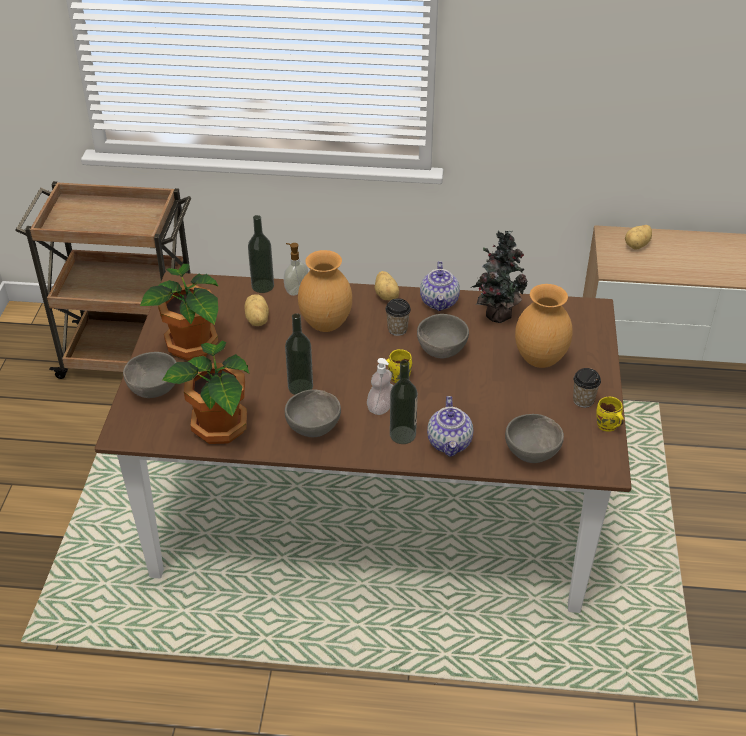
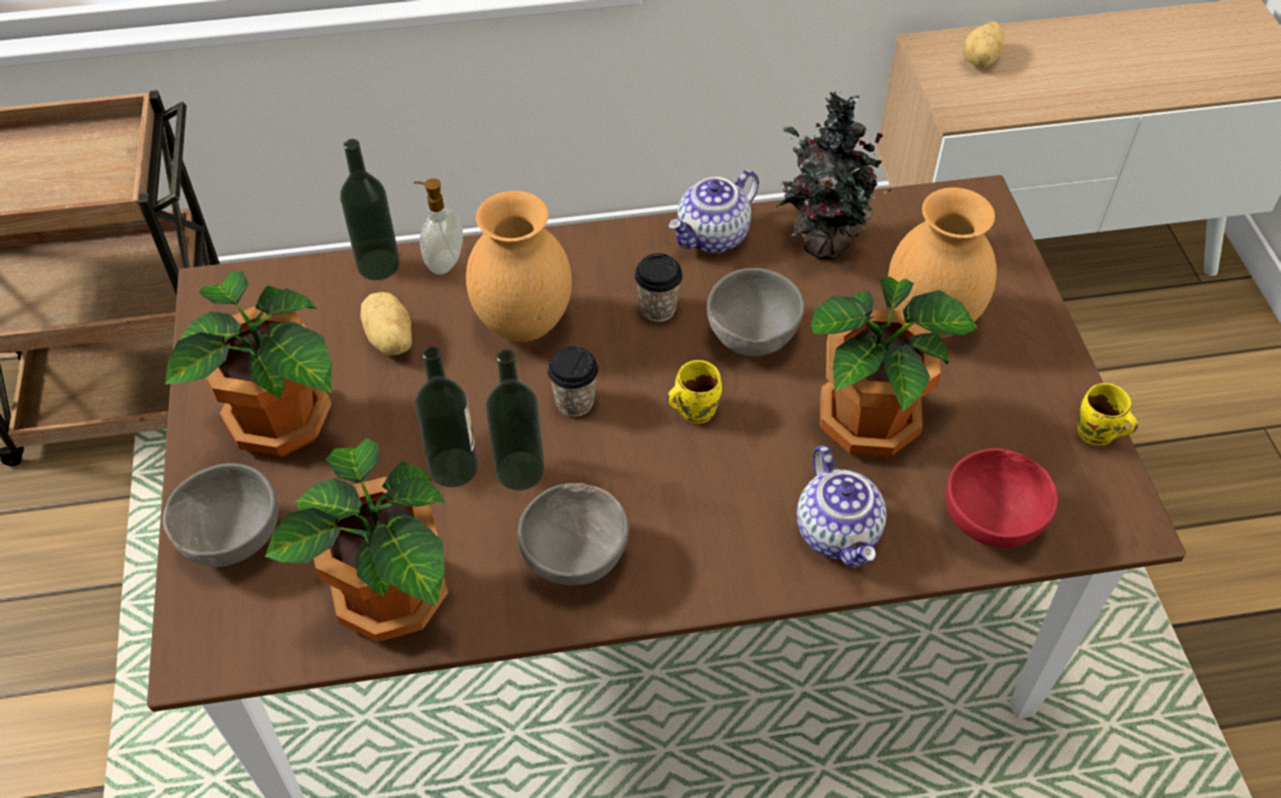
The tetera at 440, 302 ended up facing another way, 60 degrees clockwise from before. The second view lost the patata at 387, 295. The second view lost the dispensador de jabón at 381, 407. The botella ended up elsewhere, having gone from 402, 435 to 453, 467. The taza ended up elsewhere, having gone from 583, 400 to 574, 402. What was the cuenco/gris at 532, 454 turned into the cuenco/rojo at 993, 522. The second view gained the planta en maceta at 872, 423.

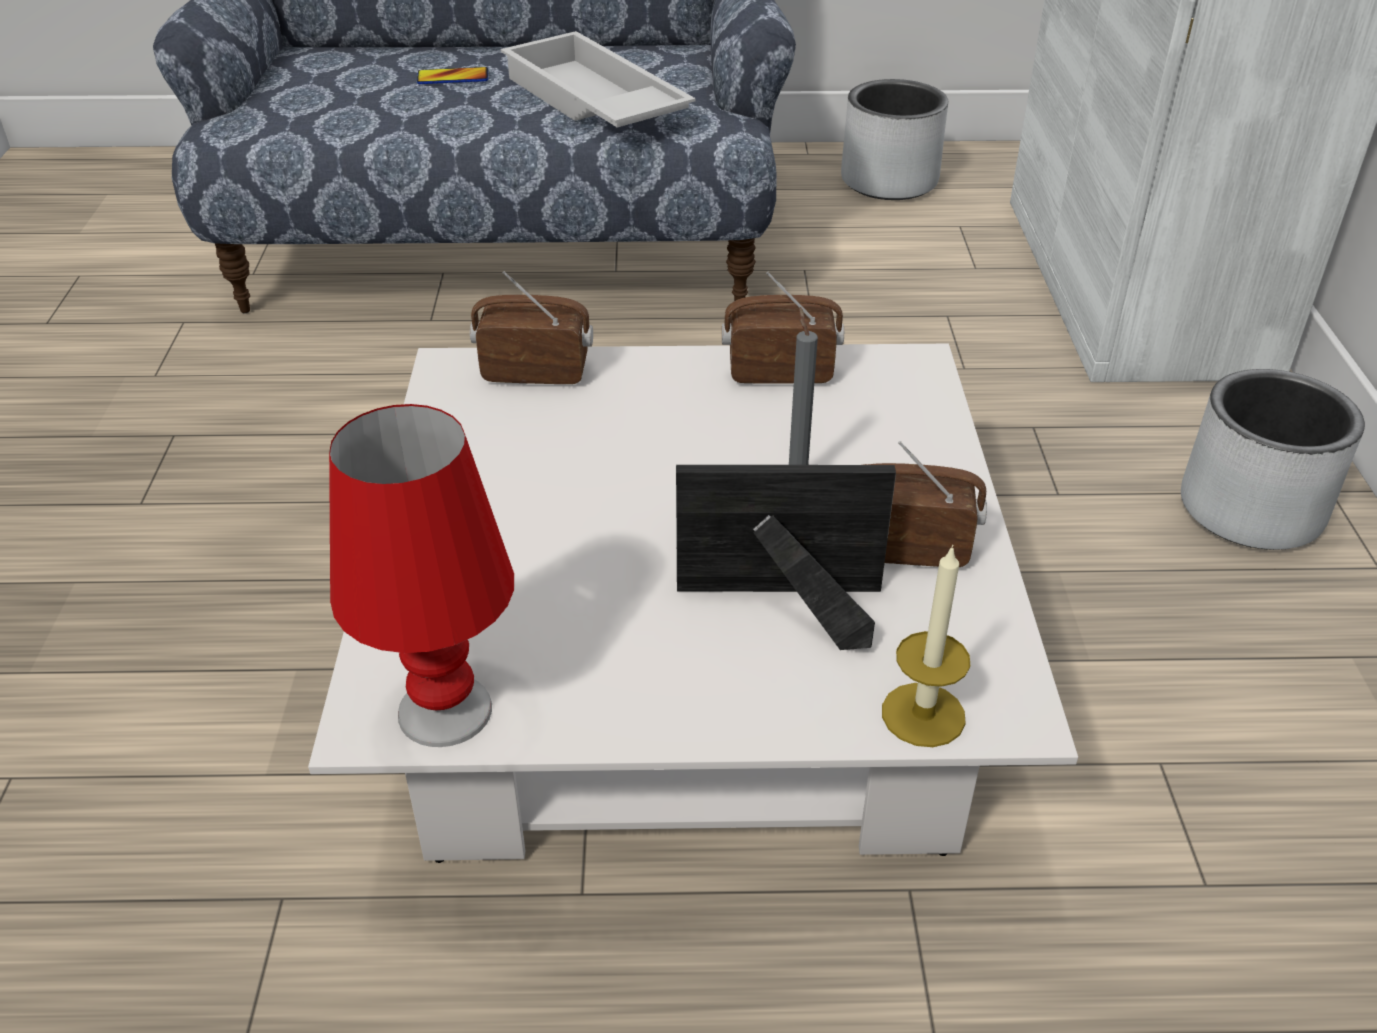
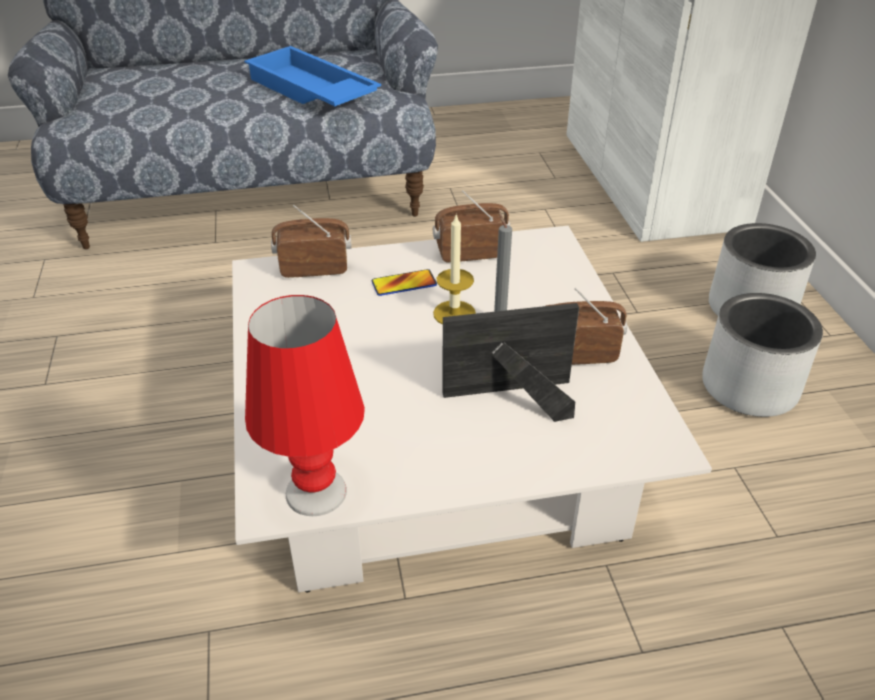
What was the bandeja/blanco at 591, 102 turned into the bandeja/azul at 309, 91. The móvil ended up elsewhere, having gone from 453, 77 to 404, 284. The maceta/gris ended up elsewhere, having gone from 890, 181 to 749, 387. The vela ended up elsewhere, having gone from 923, 715 to 454, 313.

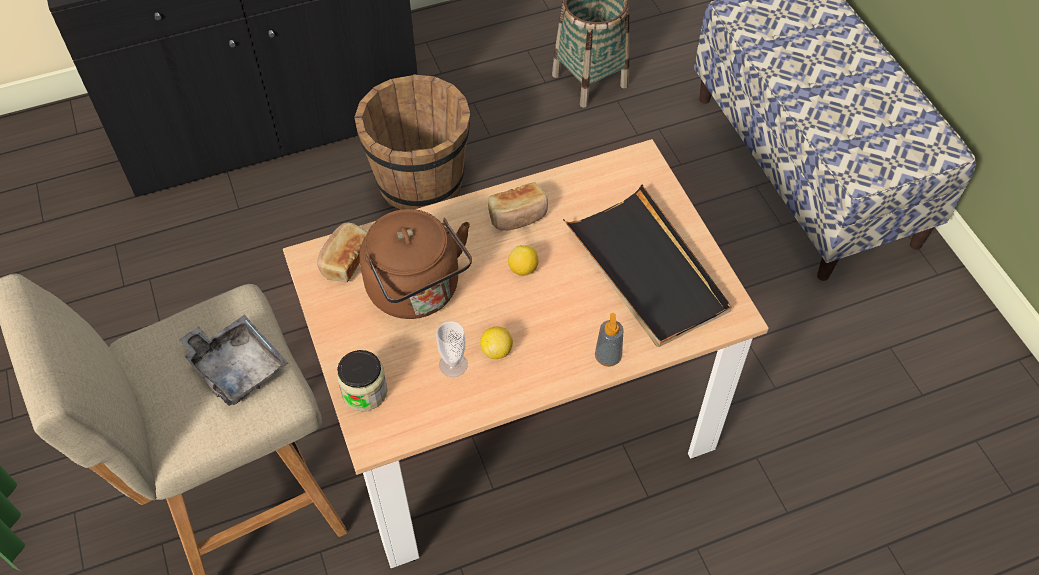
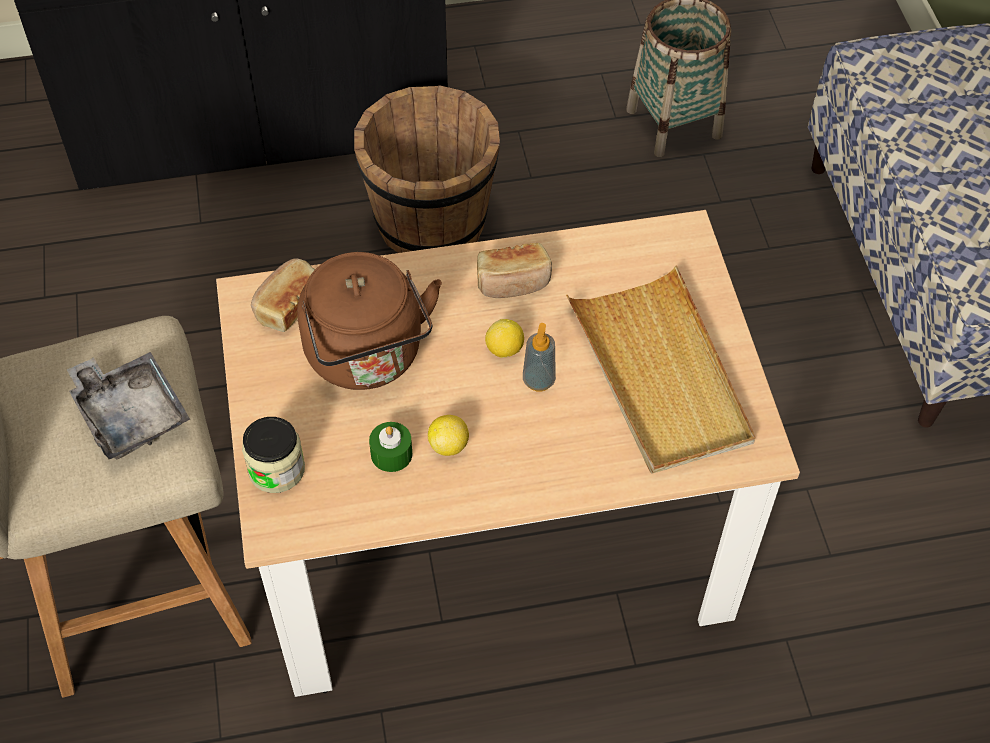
What was the bandeja/negro at 646, 270 turned into the bandeja/beis at 659, 374. The dispensador de jabón ended up elsewhere, having gone from 608, 357 to 538, 380. Where the taza stood at 453, 364, the vela/verde came to stand at 391, 454.

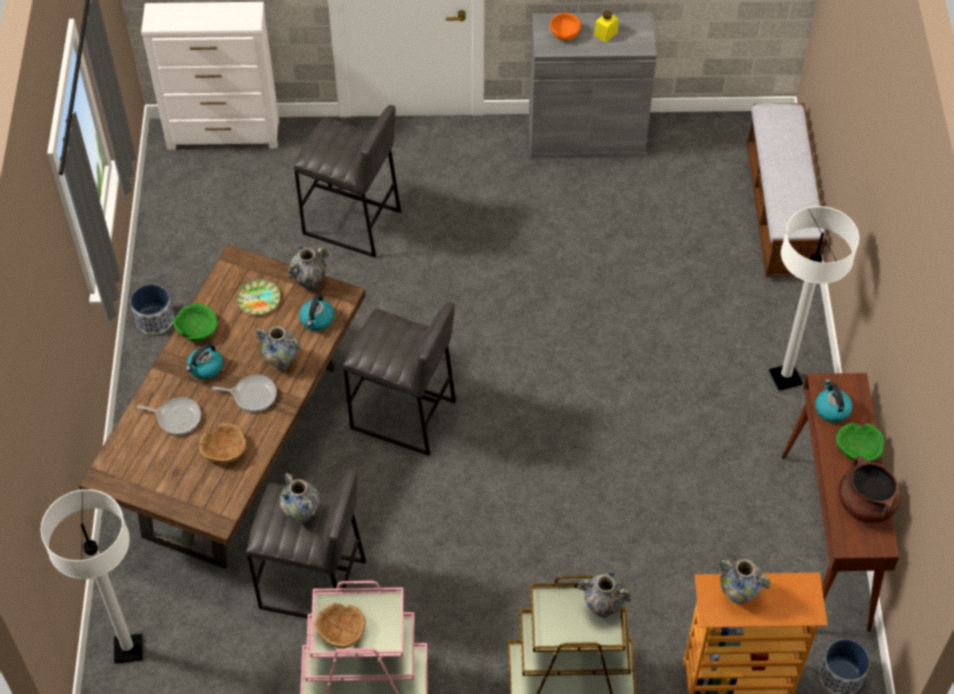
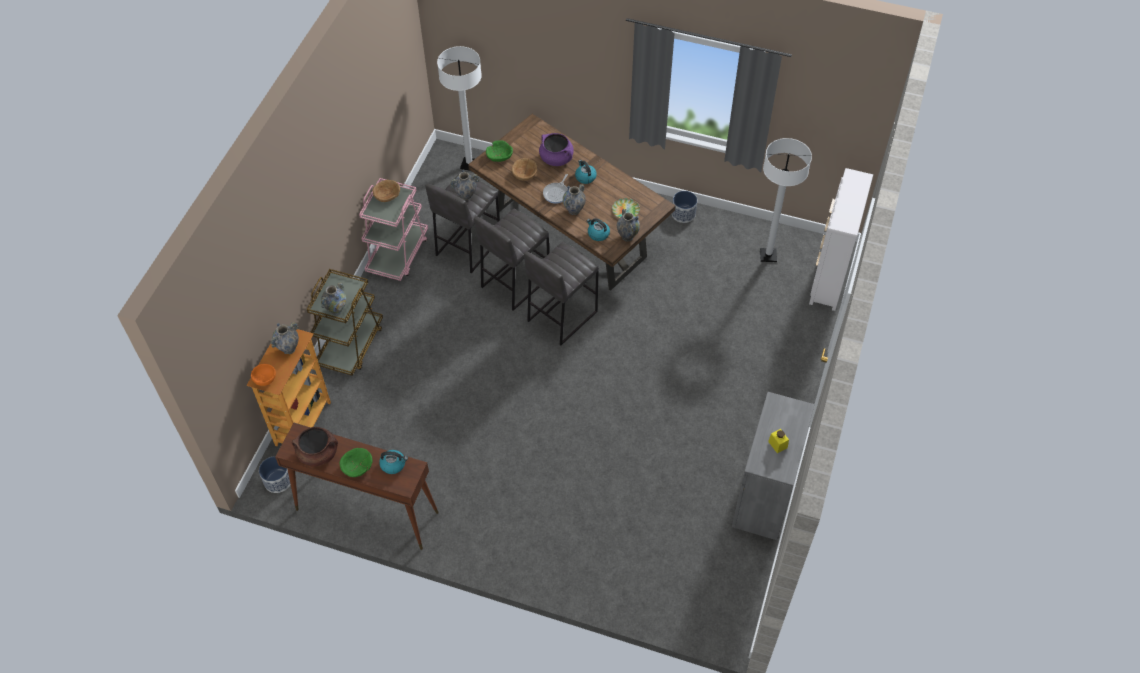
The cuenco/naranja ended up elsewhere, having gone from 565, 34 to 265, 380. The second view lost the banco at 780, 211. The taburete/gris ended up elsewhere, having gone from 352, 223 to 514, 282. The lámpara de pie/blanco ended up elsewhere, having gone from 785, 378 to 768, 255. The cuenco/verde ended up elsewhere, having gone from 197, 329 to 500, 156. Where the sartén stood at 177, 417, the olla/morado came to stand at 556, 159.

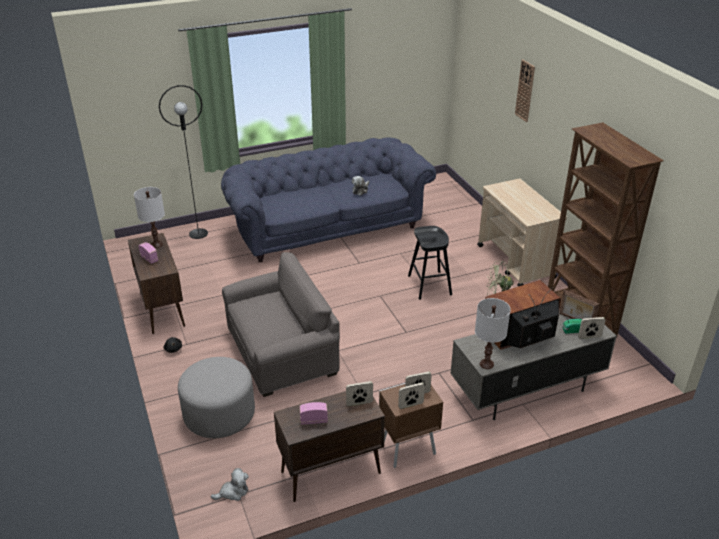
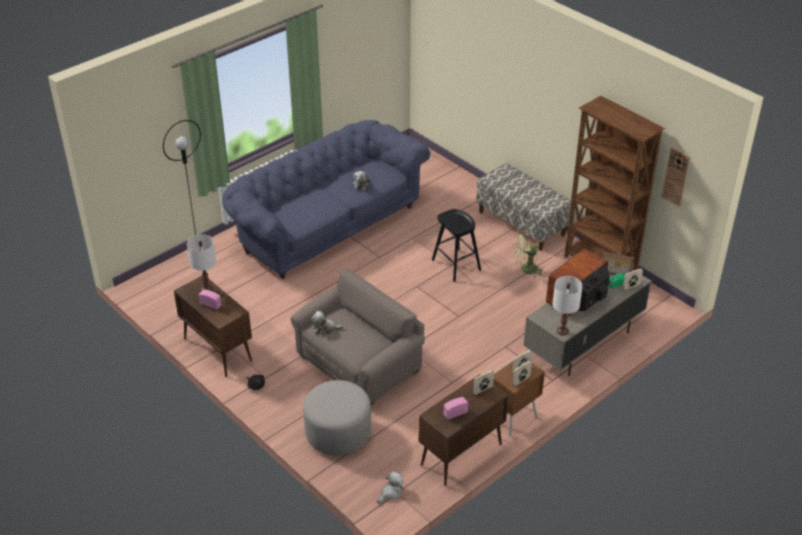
The reloj de pared ended up elsewhere, having gone from 525, 91 to 676, 176. Where the carrito/beis stood at 515, 262, the banco came to stand at 522, 223. The second view gained the peluche at 325, 329.

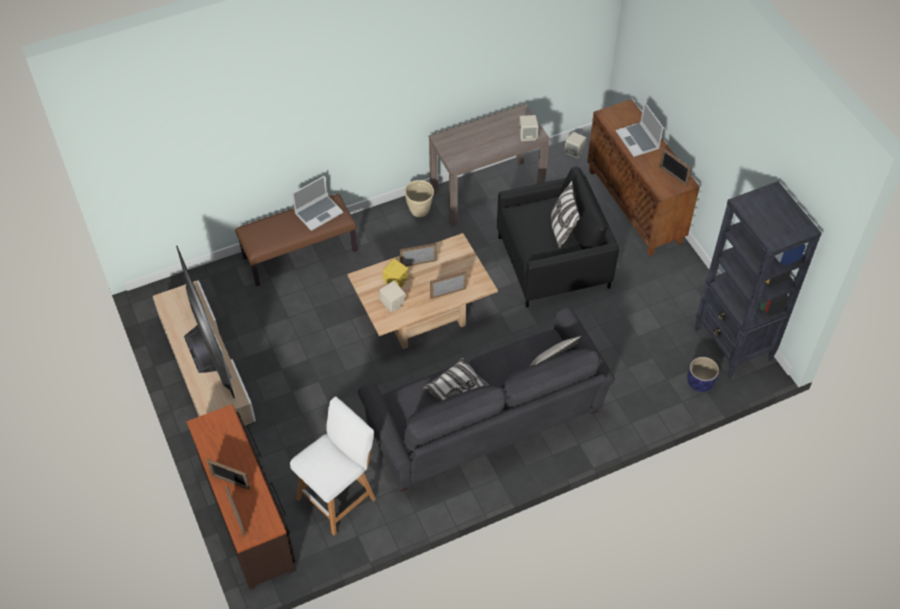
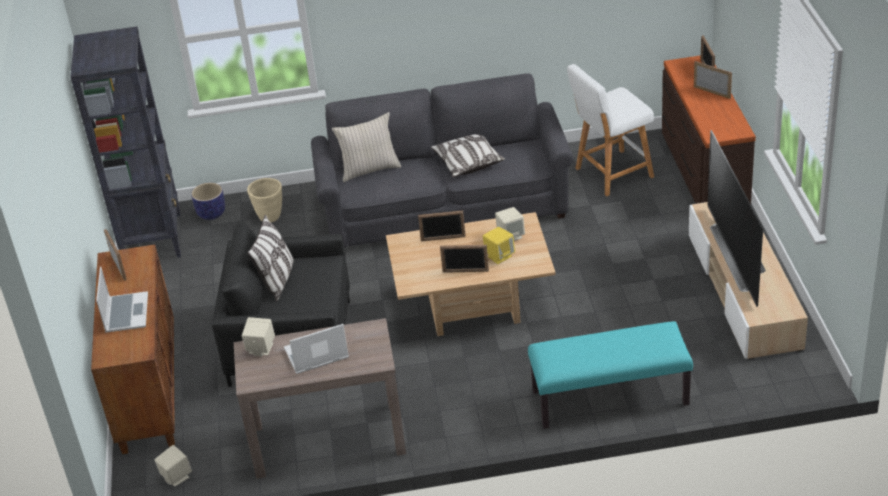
The portátil ended up elsewhere, having gone from 319, 212 to 316, 355. The maceta/beis ended up elsewhere, having gone from 419, 211 to 270, 217. What was the banco/marrón at 300, 253 turned into the banco/turquesa at 609, 399.

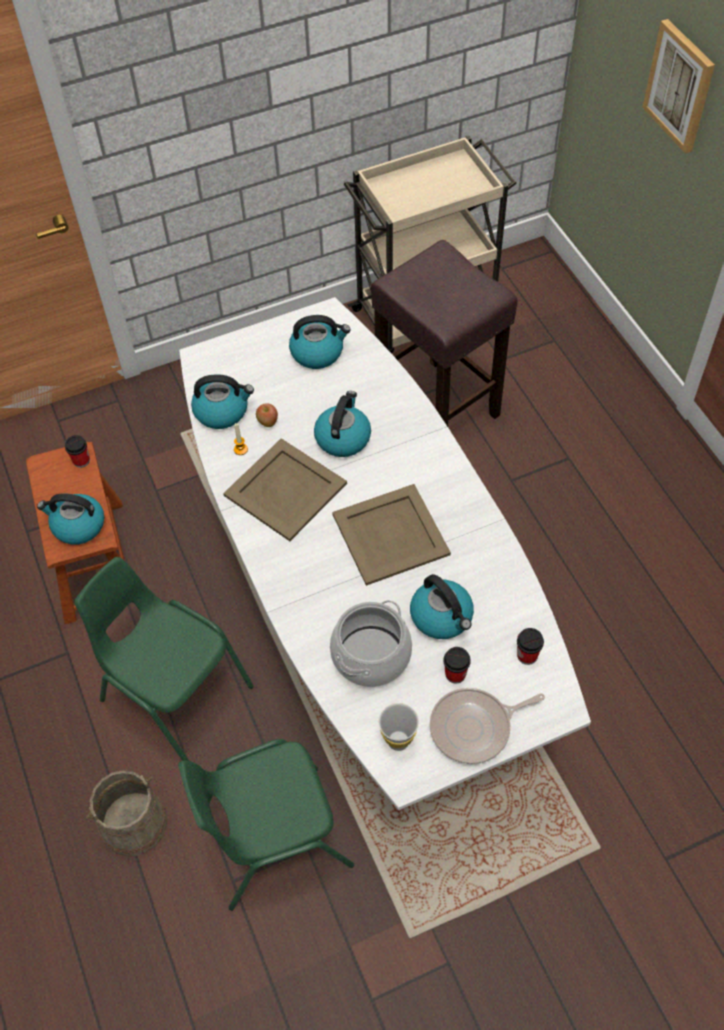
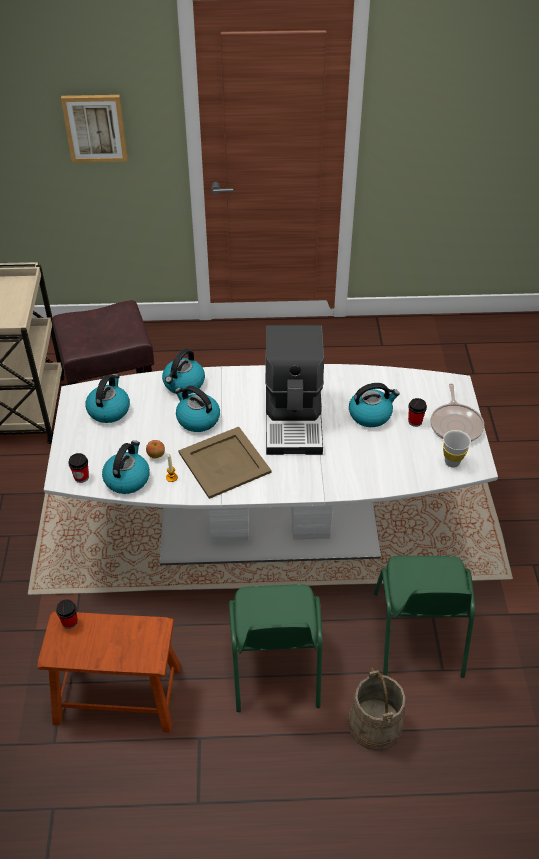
Where the bandeja/beis stood at 391, 535, the cafetera came to stand at 294, 419. The hervidor ended up elsewhere, having gone from 78, 526 to 183, 384. The silla/verde at 174, 692 ended up facing another way, 60 degrees counterclockwise from before. The second view lost the olla at 370, 655. The taza ended up elsewhere, having gone from 527, 655 to 81, 477.

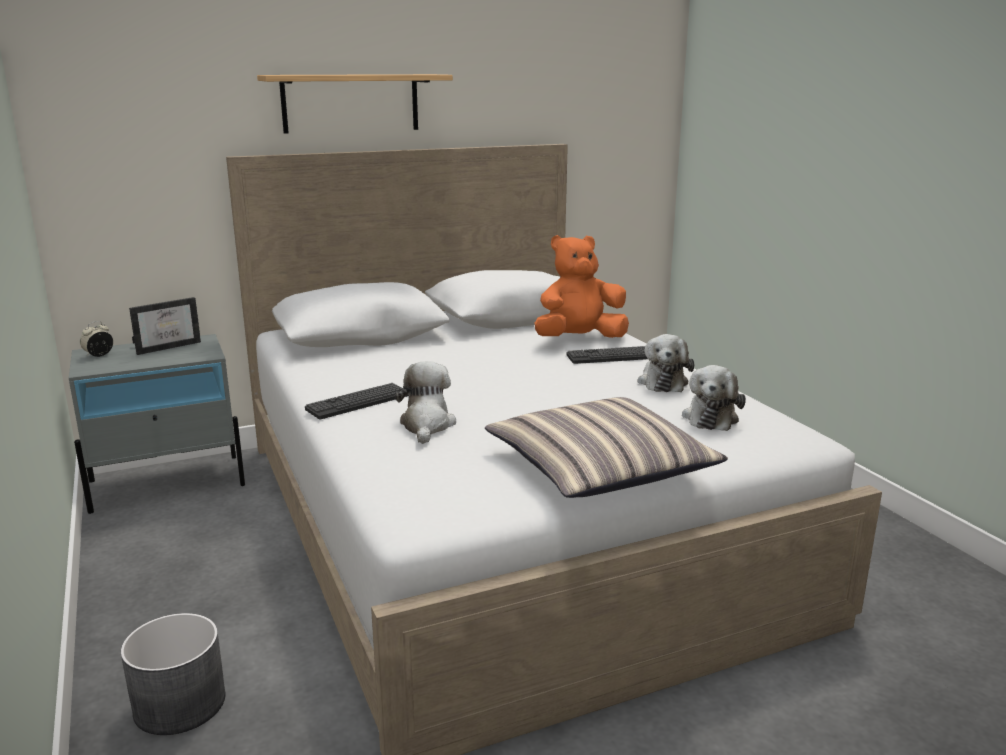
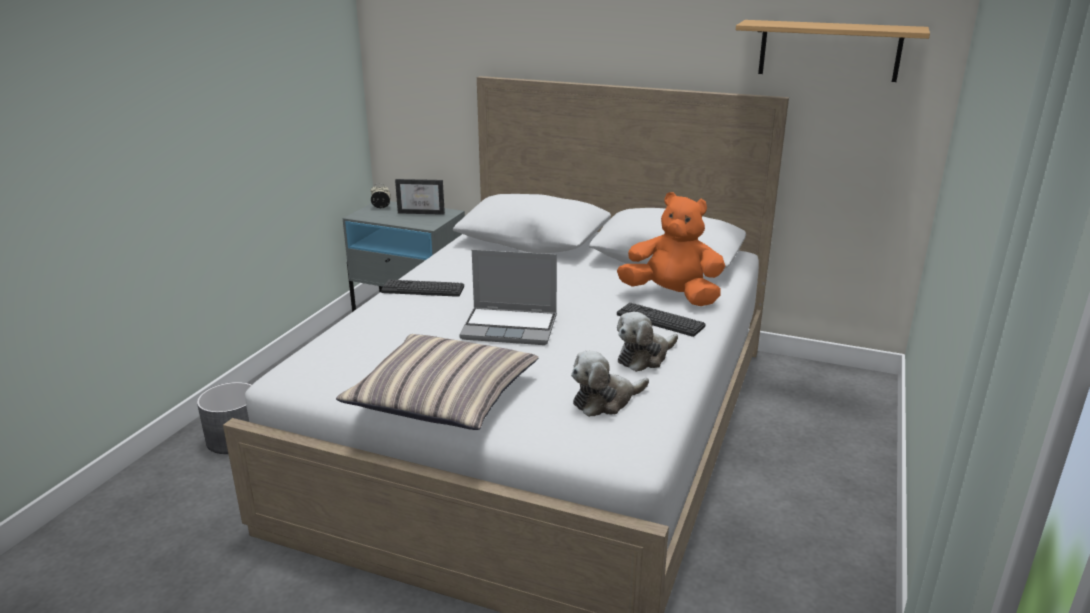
The estante ended up elsewhere, having gone from 351, 103 to 829, 50. The second view lost the peluche at 426, 425. The second view gained the portátil at 511, 327.

